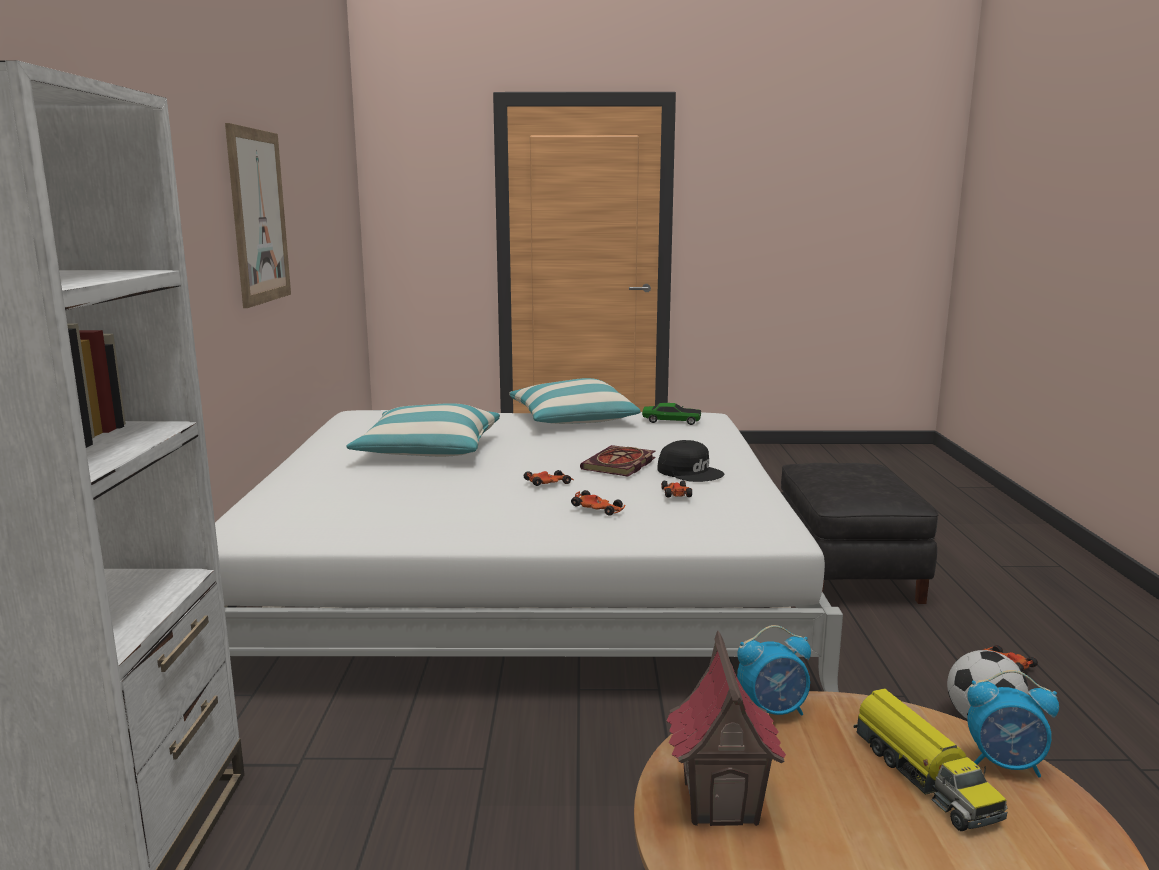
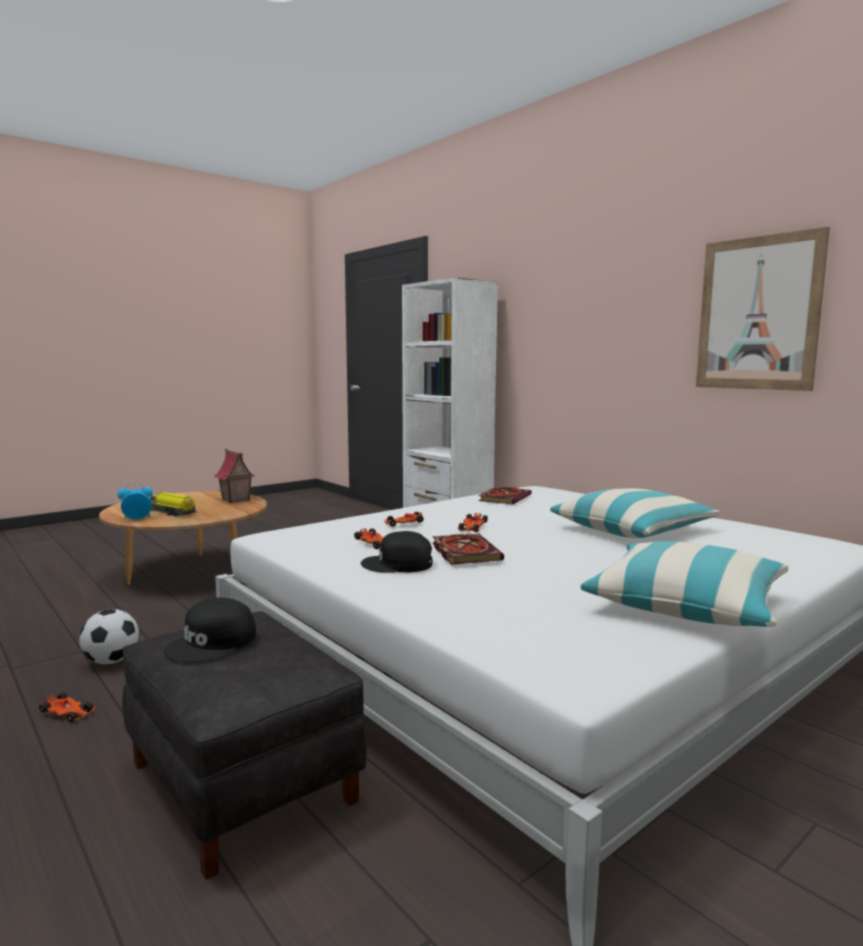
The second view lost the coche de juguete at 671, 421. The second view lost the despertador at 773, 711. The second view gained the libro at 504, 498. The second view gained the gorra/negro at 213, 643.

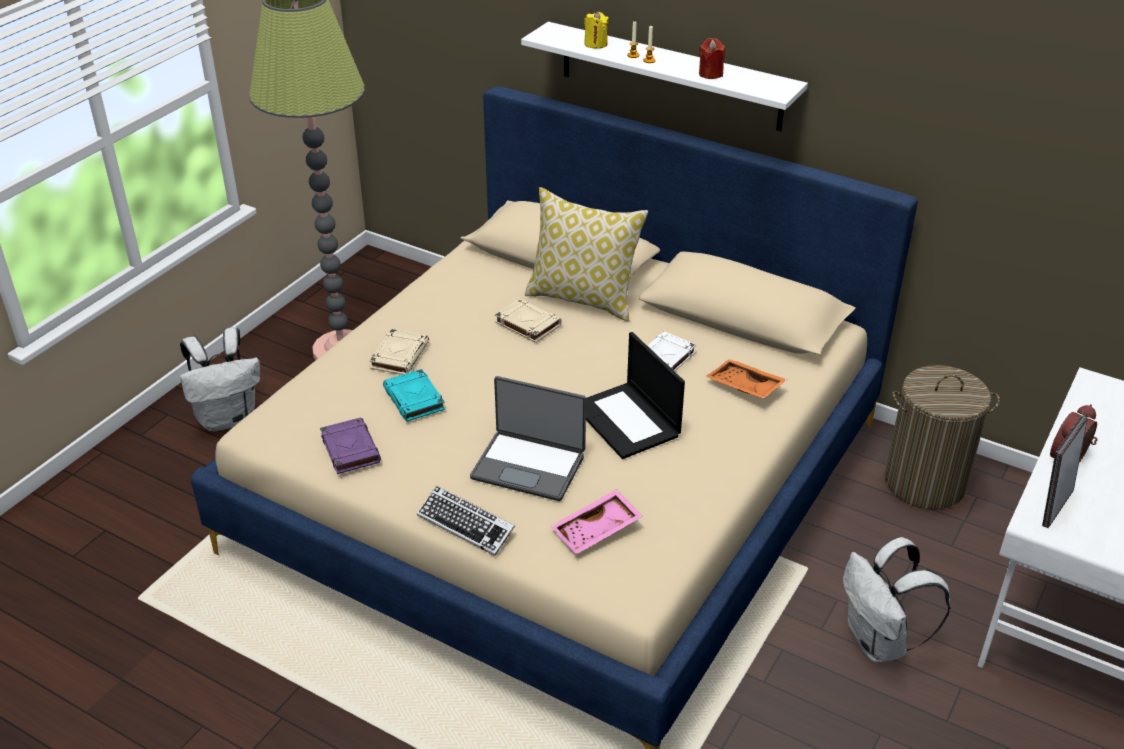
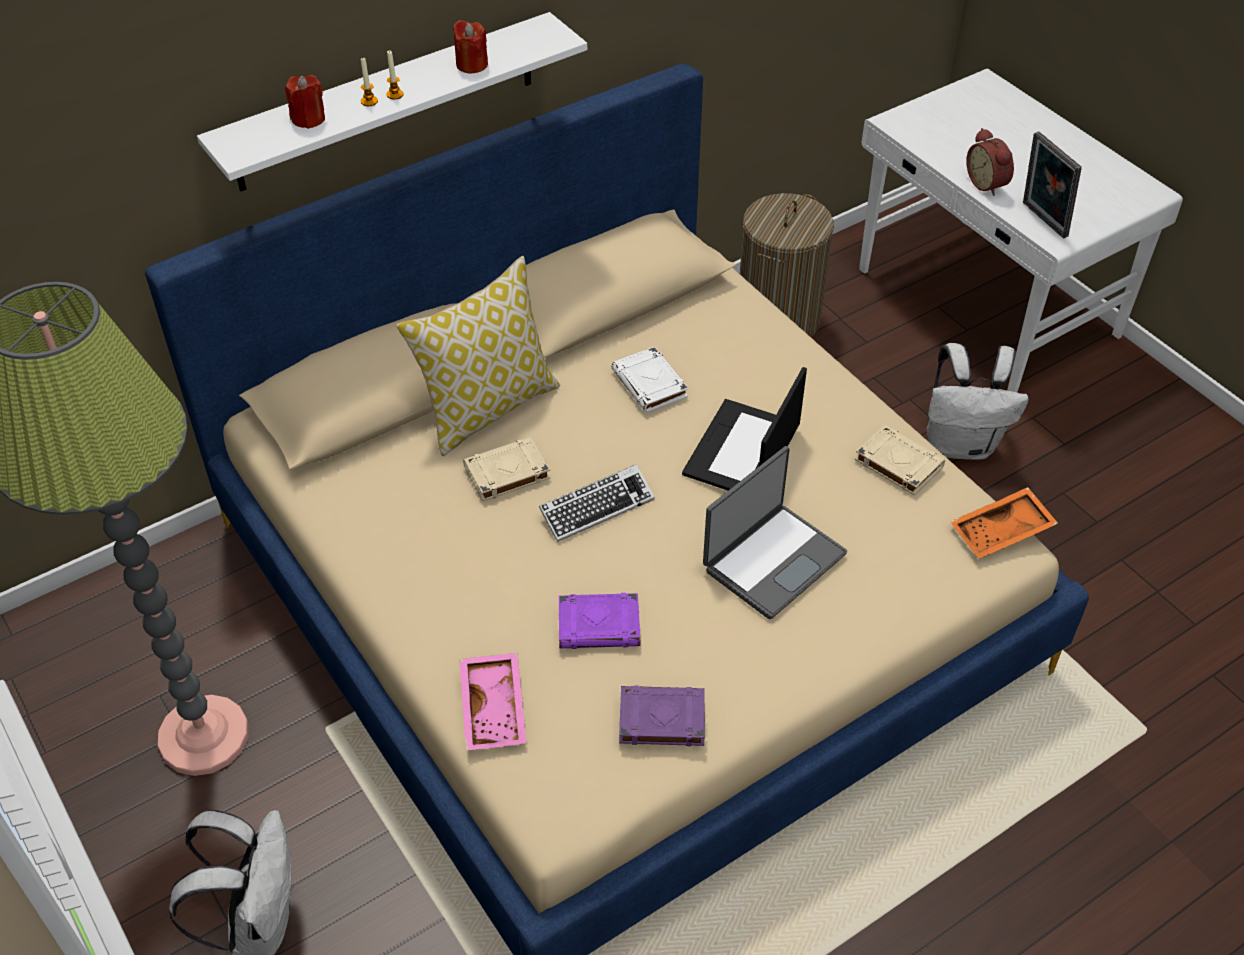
What was the vela/amarillo at 595, 44 turned into the vela/rojo at 308, 119. The libro/beis ended up elsewhere, having gone from 399, 355 to 897, 463. The portátil at 628, 421 ended up facing another way, 120 degrees clockwise from before. The bandeja/naranja ended up elsewhere, having gone from 744, 387 to 1002, 532. What was the libro/turquesa at 415, 399 turned into the libro/morado at 600, 625. The teclado ended up elsewhere, having gone from 466, 525 to 597, 507. The bandeja/rosa ended up elsewhere, having gone from 597, 531 to 495, 709.

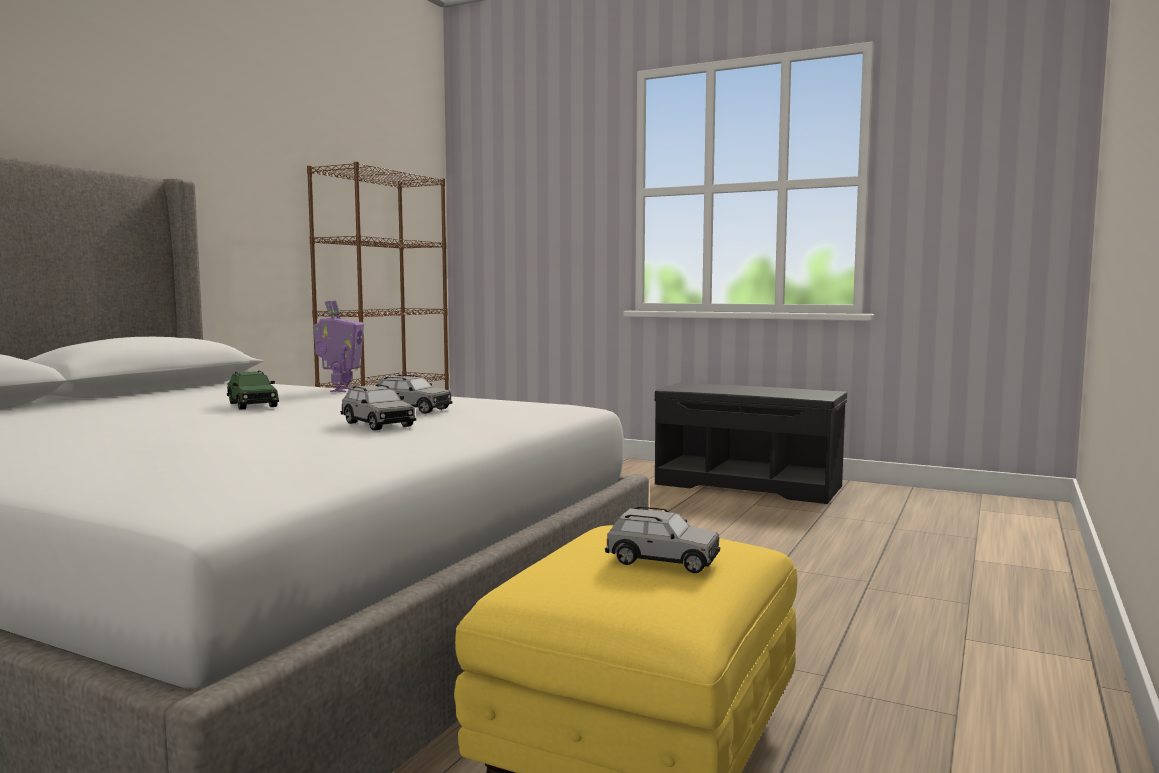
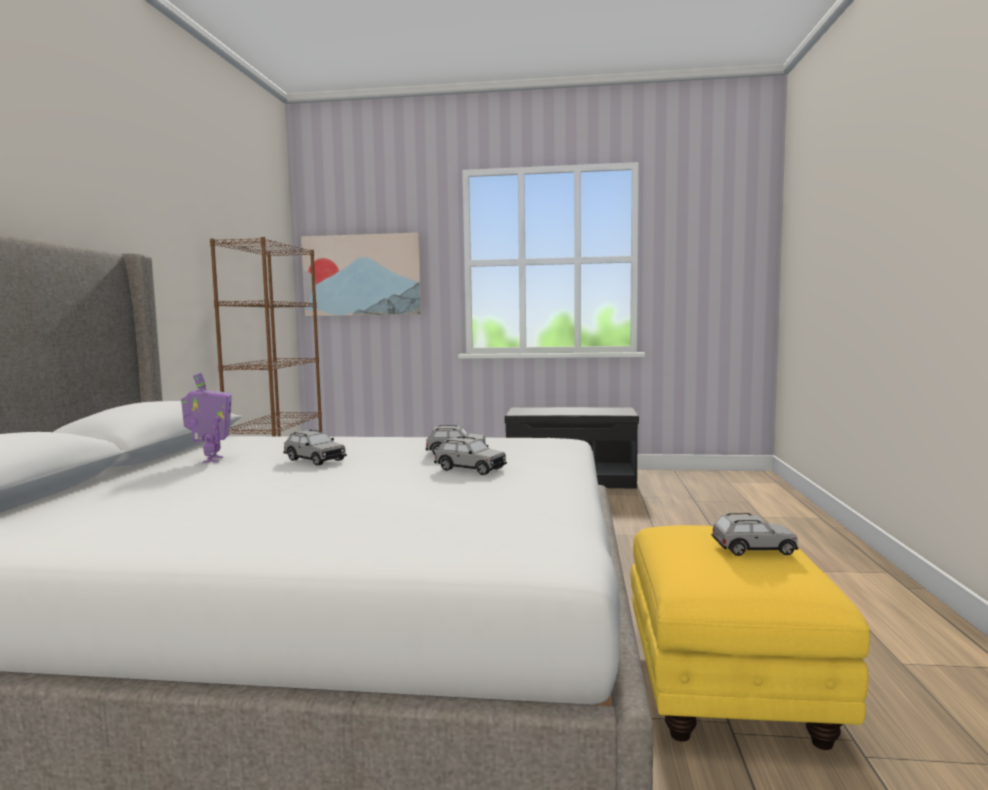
The robot de juguete ended up elsewhere, having gone from 340, 390 to 211, 460. What was the coche de juguete/verde at 252, 405 turned into the coche de juguete/gris at 315, 460. The second view gained the cuadro at 362, 275.

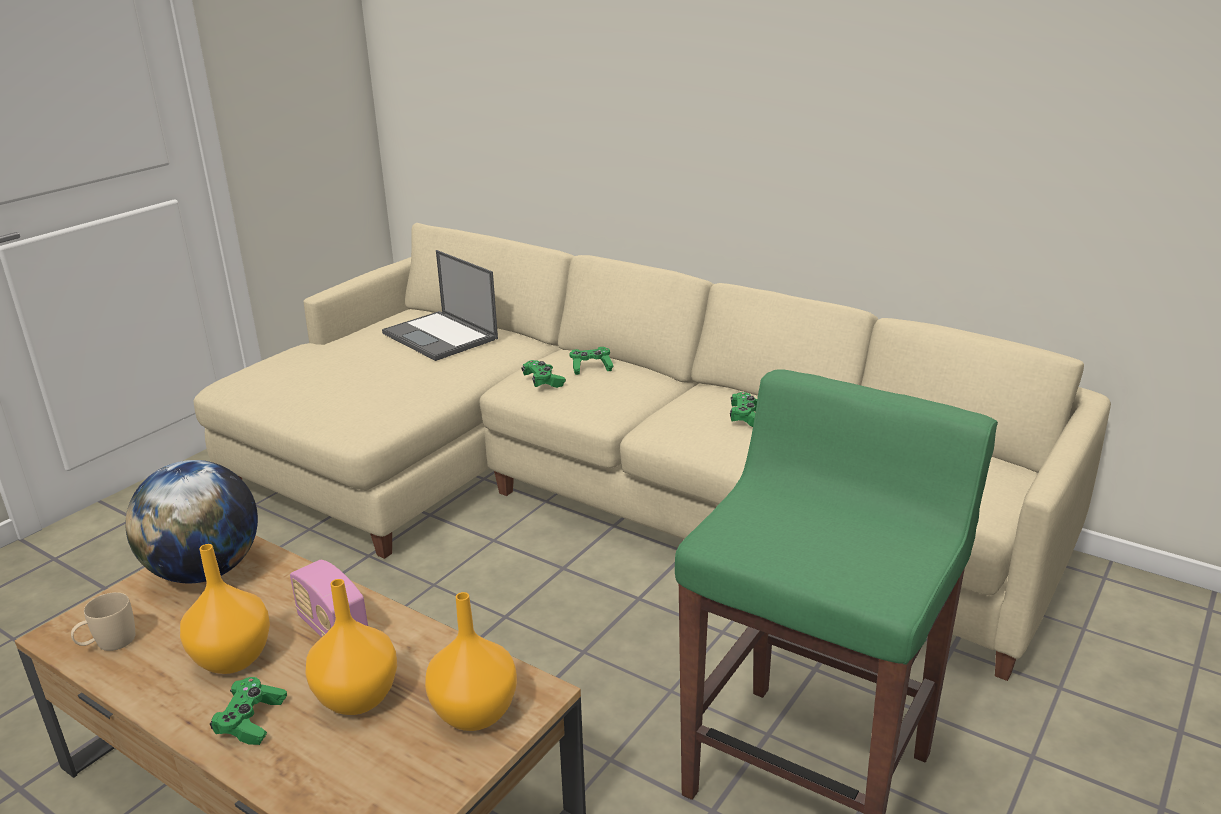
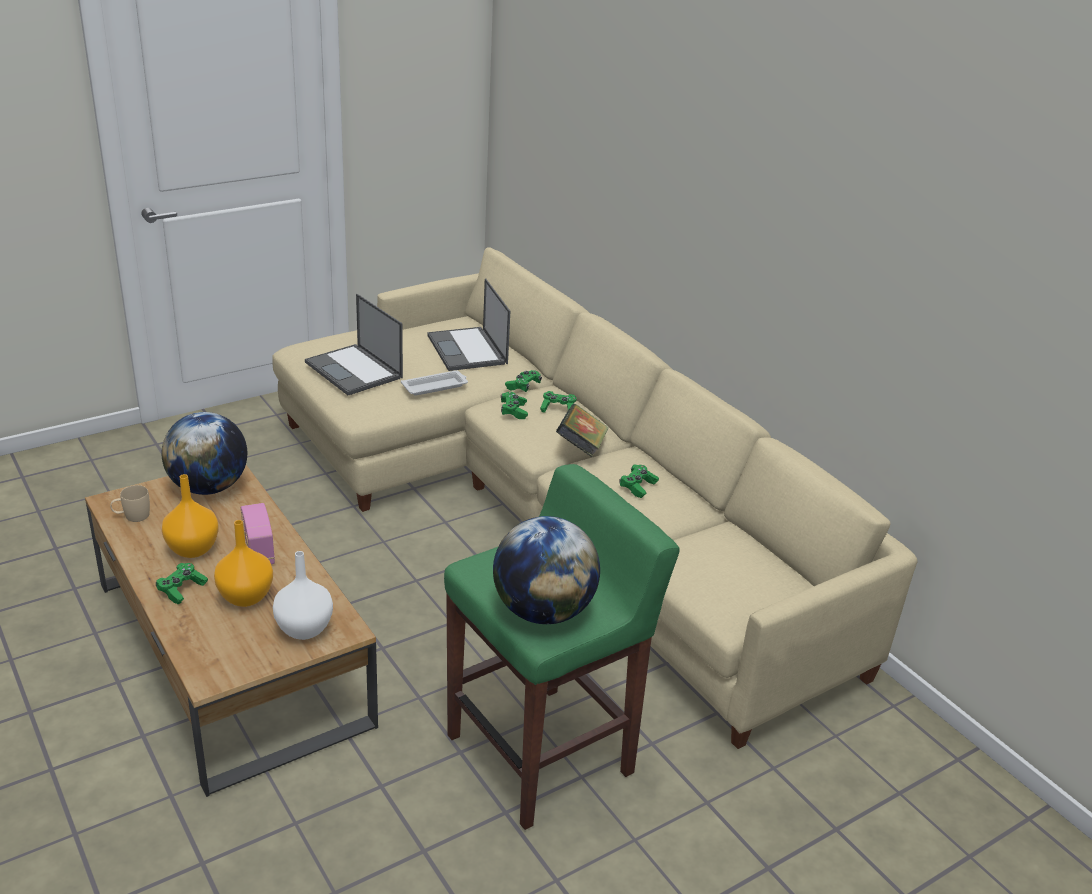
What was the florero/naranja at 473, 714 turned into the florero/blanco at 303, 629. The second view gained the portátil at 355, 370. The second view gained the bandeja/blanco at 436, 386. The second view gained the mando de consola/verde at 523, 386. The second view gained the libro at 581, 447. The second view gained the globo terráqueo at 543, 611.

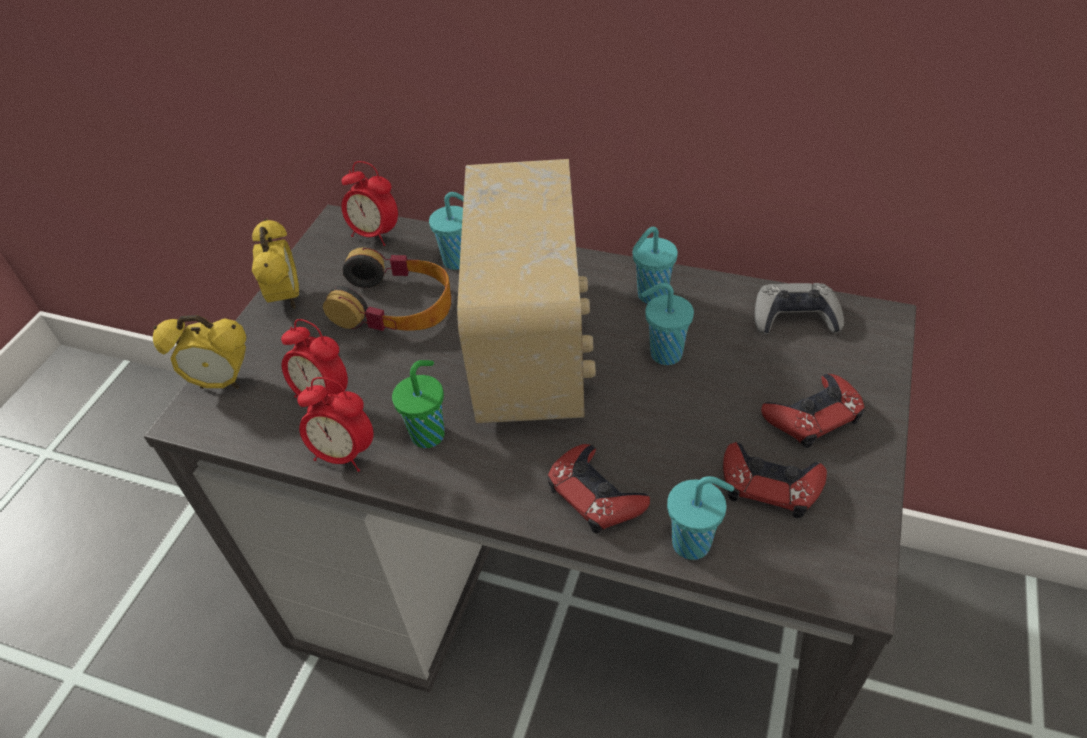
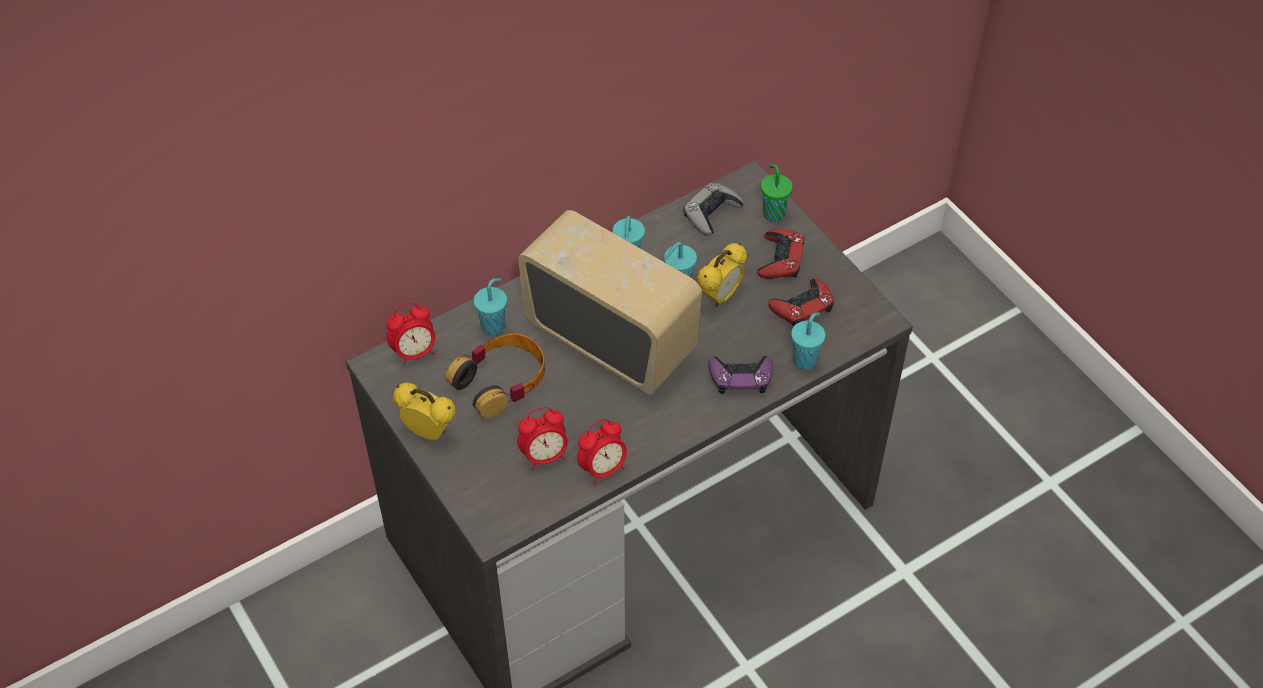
The despertador ended up elsewhere, having gone from 222, 382 to 720, 296. The taza/verde ended up elsewhere, having gone from 429, 433 to 773, 212. What was the mando de consola/rojo at 595, 494 turned into the mando de consola/morado at 740, 377.

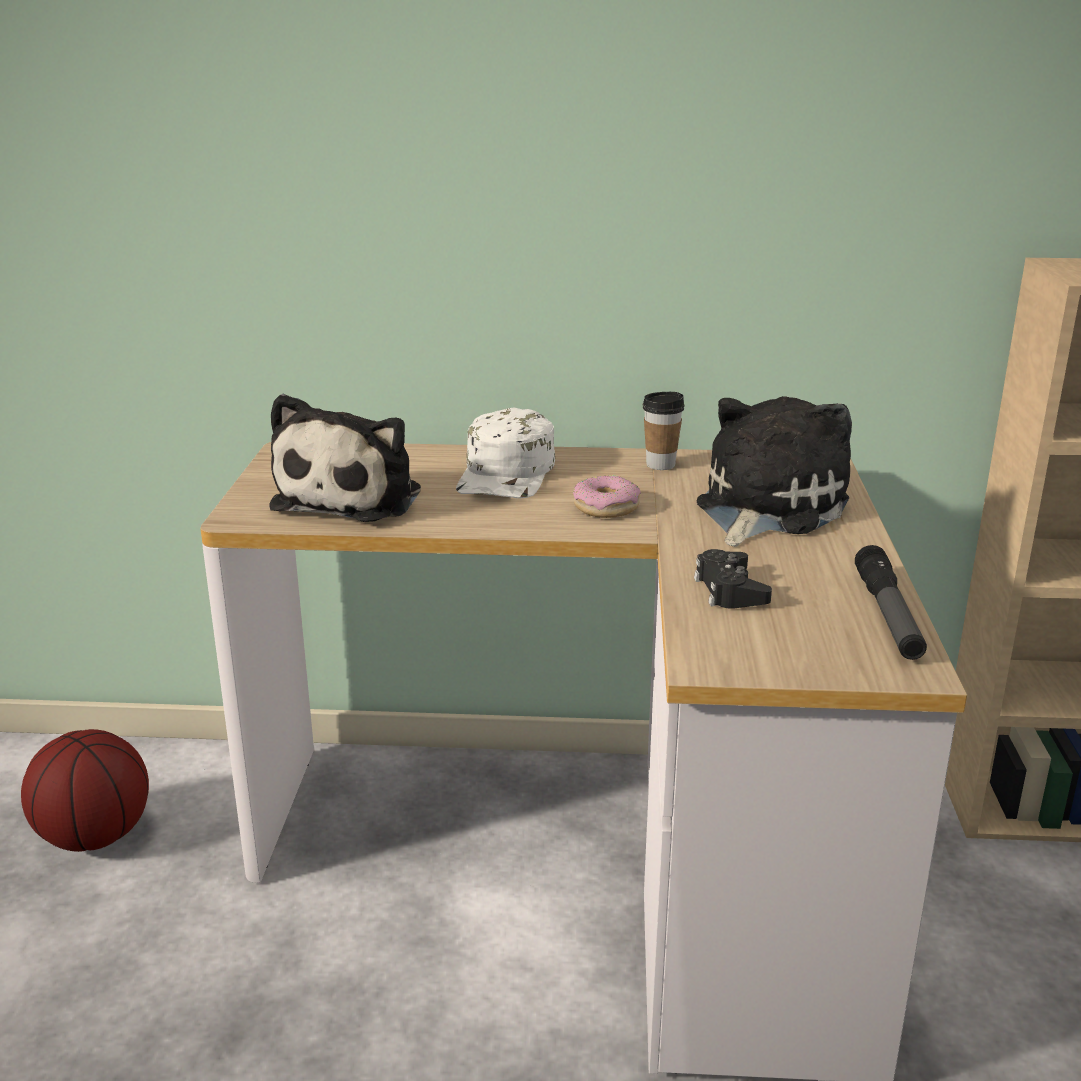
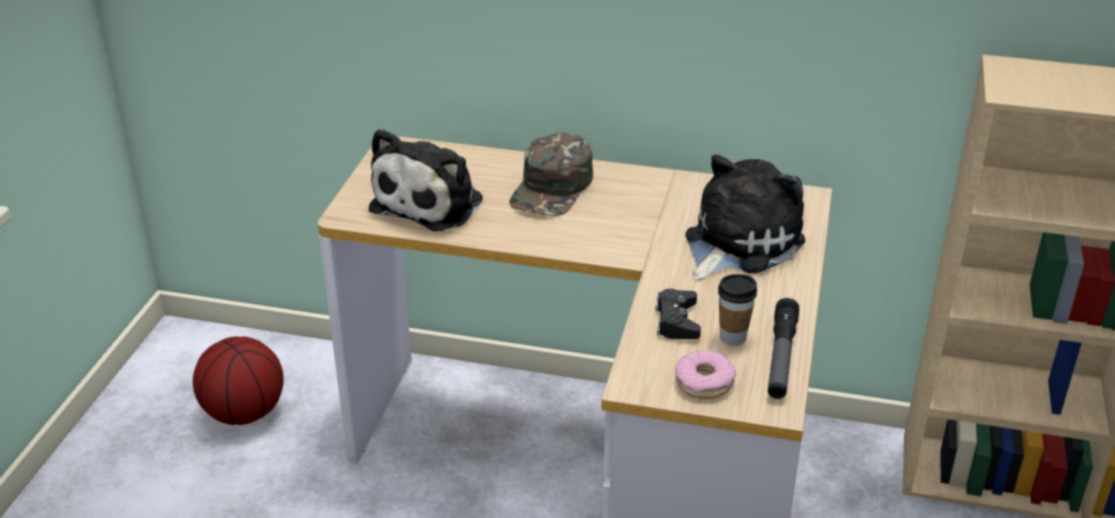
The taza ended up elsewhere, having gone from 660, 465 to 732, 337. What was the gorra/blanco at 507, 474 turned into the gorra/verde at 553, 188. The rosquilla ended up elsewhere, having gone from 606, 507 to 704, 382.

